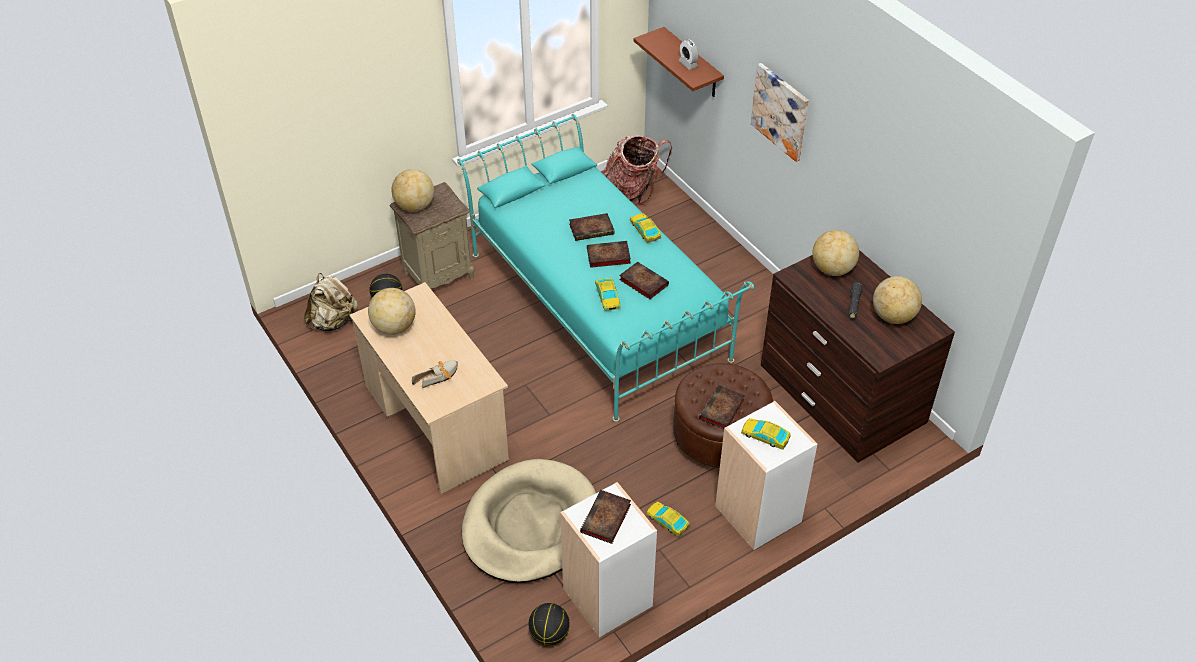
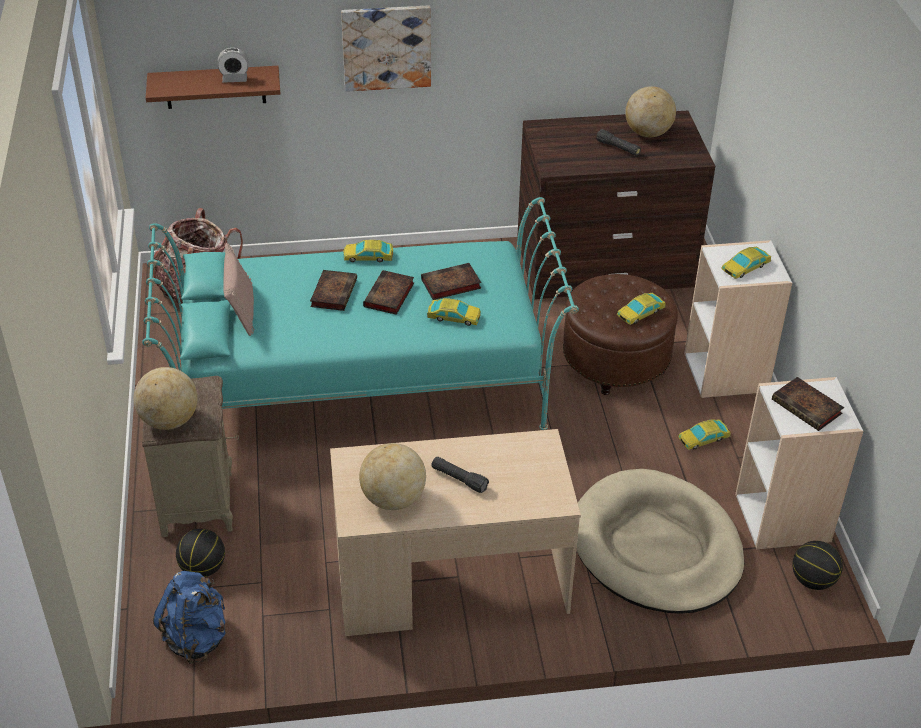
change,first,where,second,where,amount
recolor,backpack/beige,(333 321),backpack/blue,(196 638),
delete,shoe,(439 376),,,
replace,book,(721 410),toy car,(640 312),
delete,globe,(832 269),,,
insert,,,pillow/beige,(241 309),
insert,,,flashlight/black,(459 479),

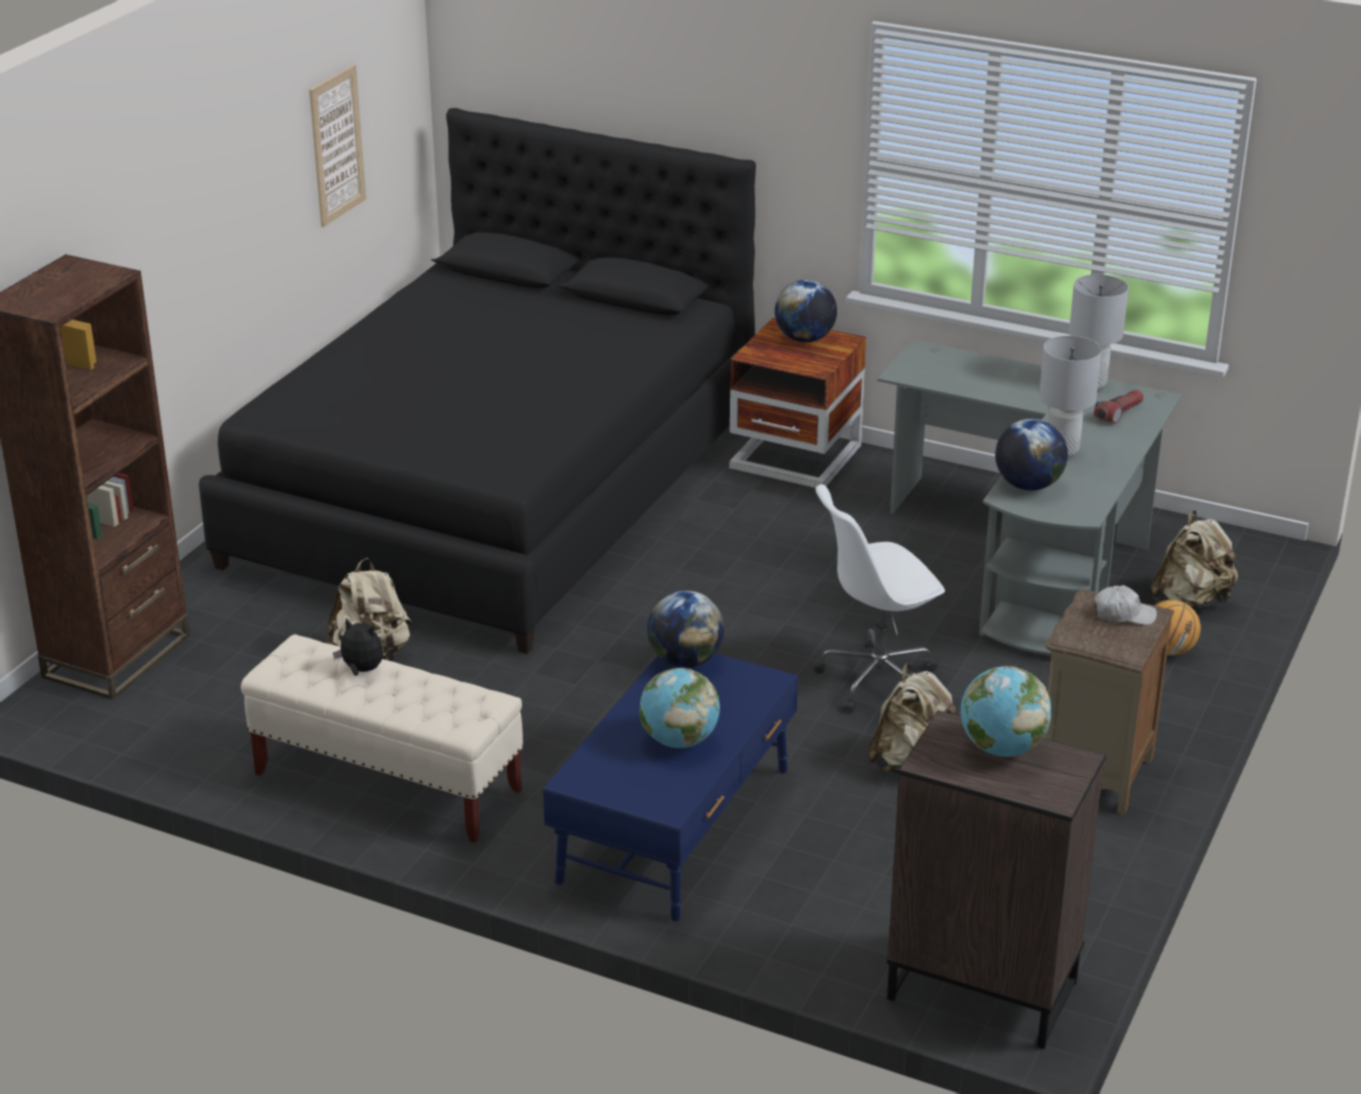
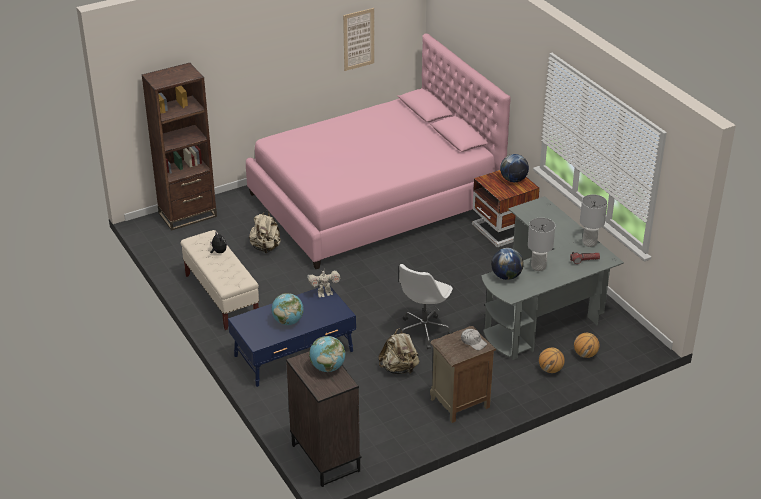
change,first,where,second,where,amount
recolor,bed/black,(497 491),bed/pink,(375 200),
replace,globe,(685 660),toy robot,(324 293),
rotate,office chair/white,(874 681),,(423 332),75 degrees counterclockwise
replace,backpack/beige,(1190 602),basketball,(585 354),

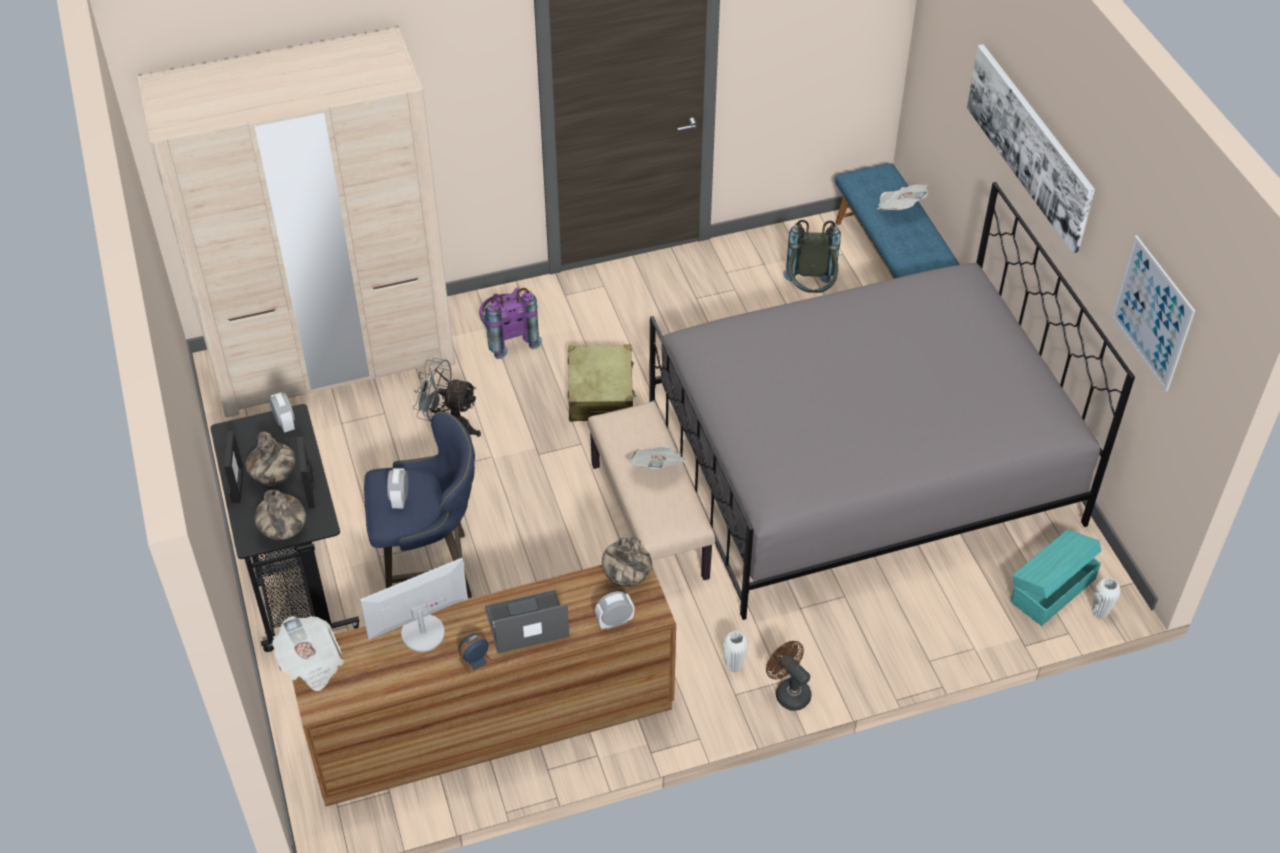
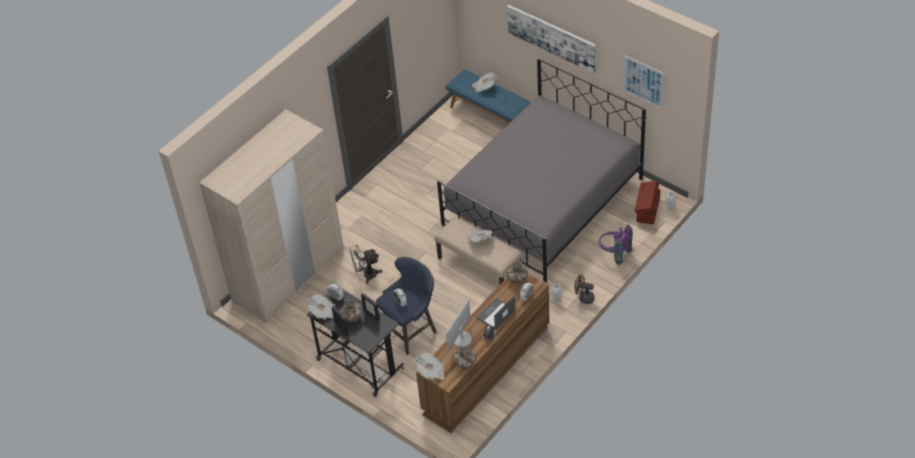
change,first,where,second,where,amount
move,vase,(283 531),,(465 364),
move,backpack/purple,(508 338),,(614 253),
delete,suitcase/beige,(600 393),,,
delete,backpack/grey,(810 291),,,
recolor,storage box/turquoise,(1051 590),storage box/brown,(647 209),
insert,,,newspaper,(323 312),

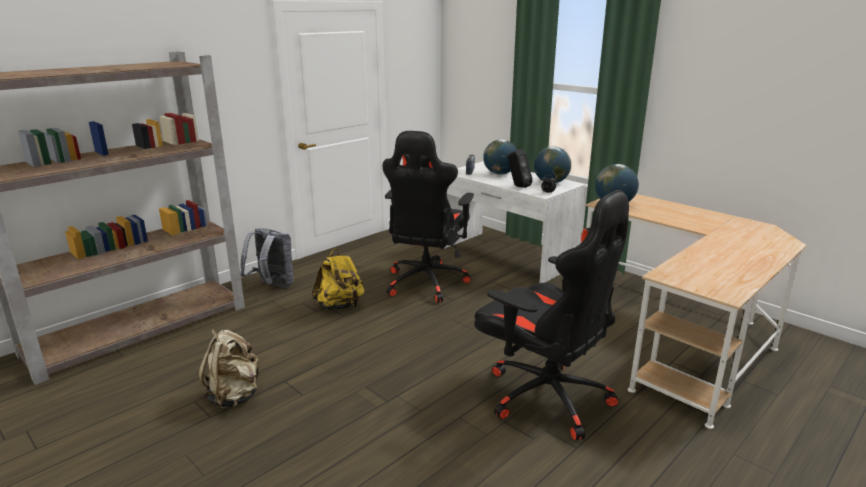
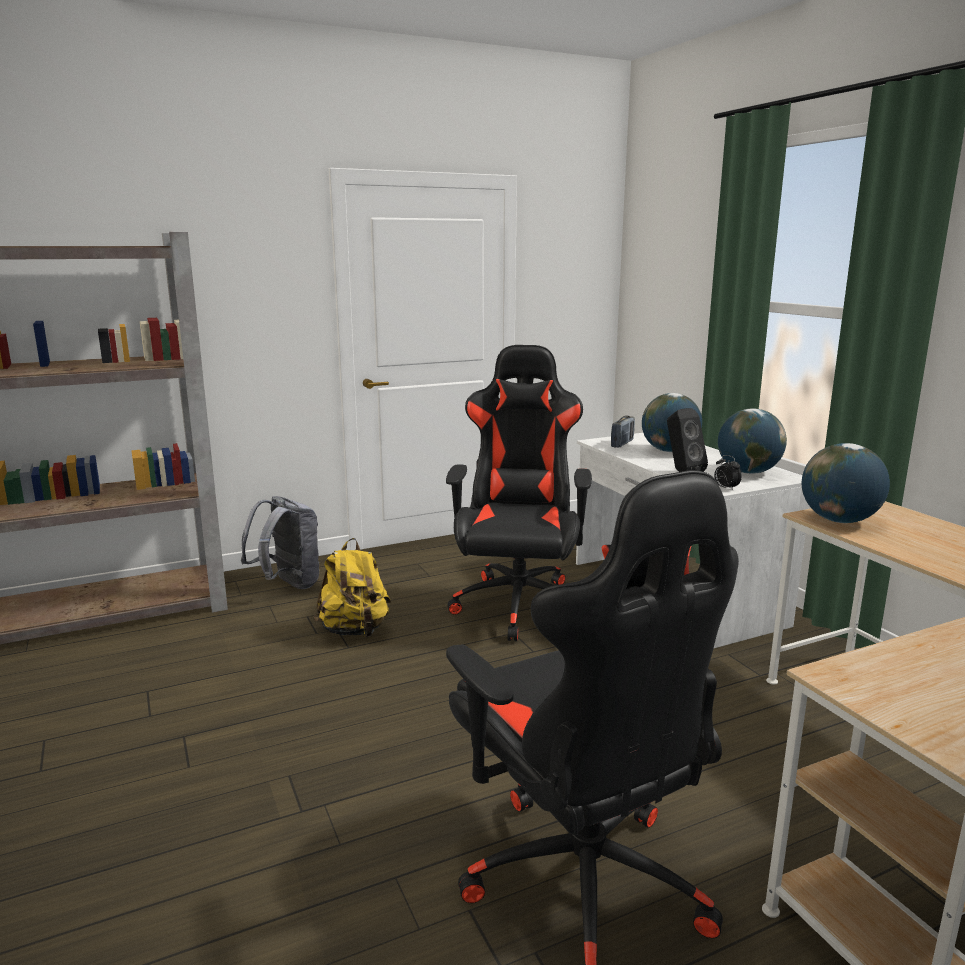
change,first,where,second,where,amount
delete,backpack/beige,(235 396),,,
rotate,office chair/black,(428 279),,(517 611),150 degrees clockwise

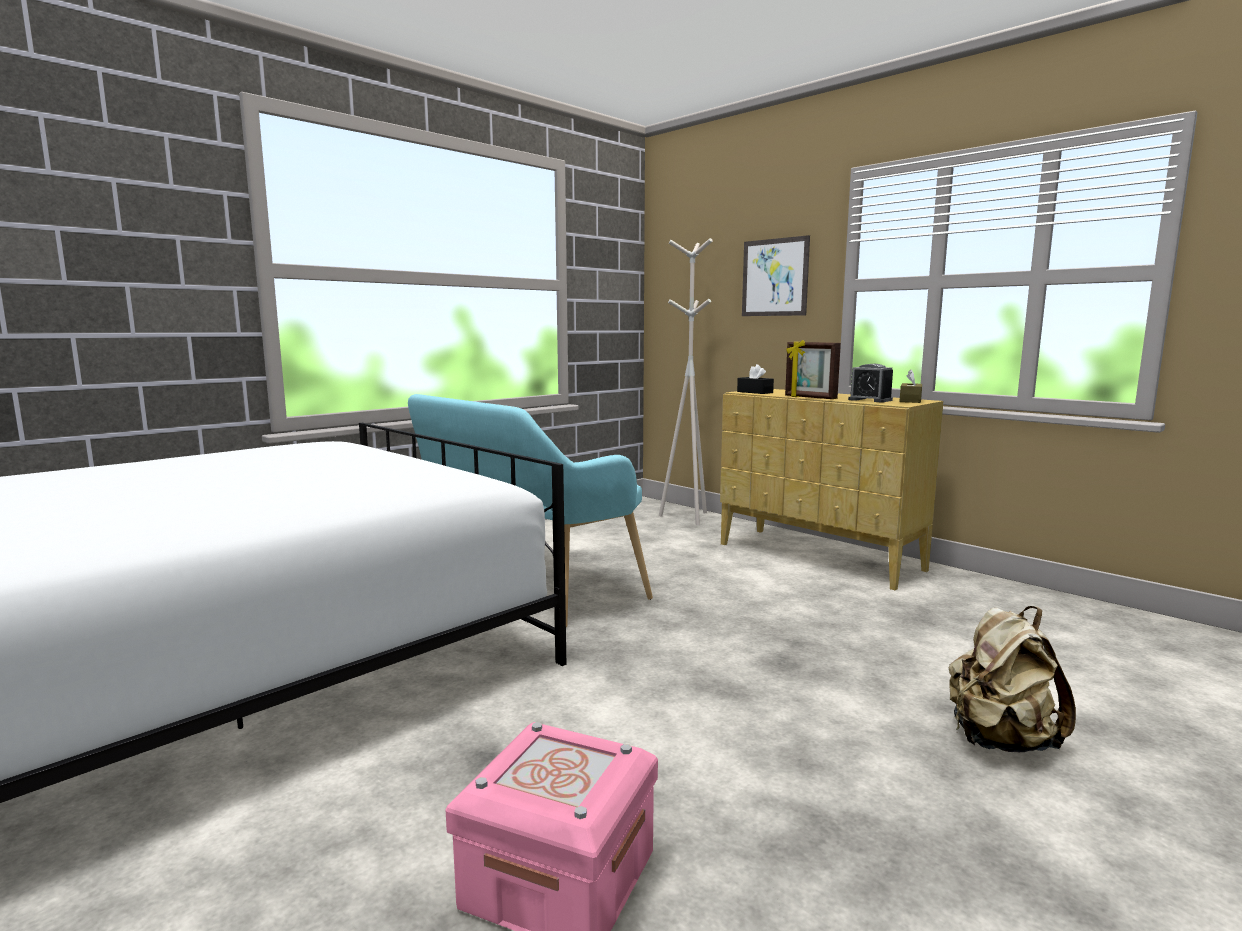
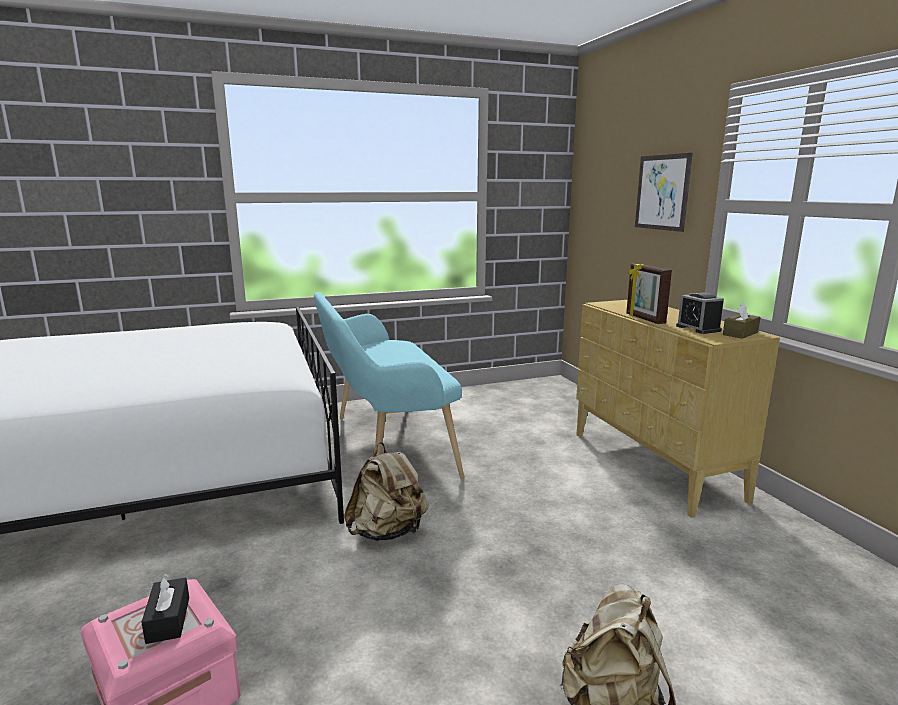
change,first,where,second,where,amount
delete,clothes rack/grey,(688 518),,,
move,tissue box/black,(755 392),,(168 619),
insert,,,backpack/beige,(388 532),

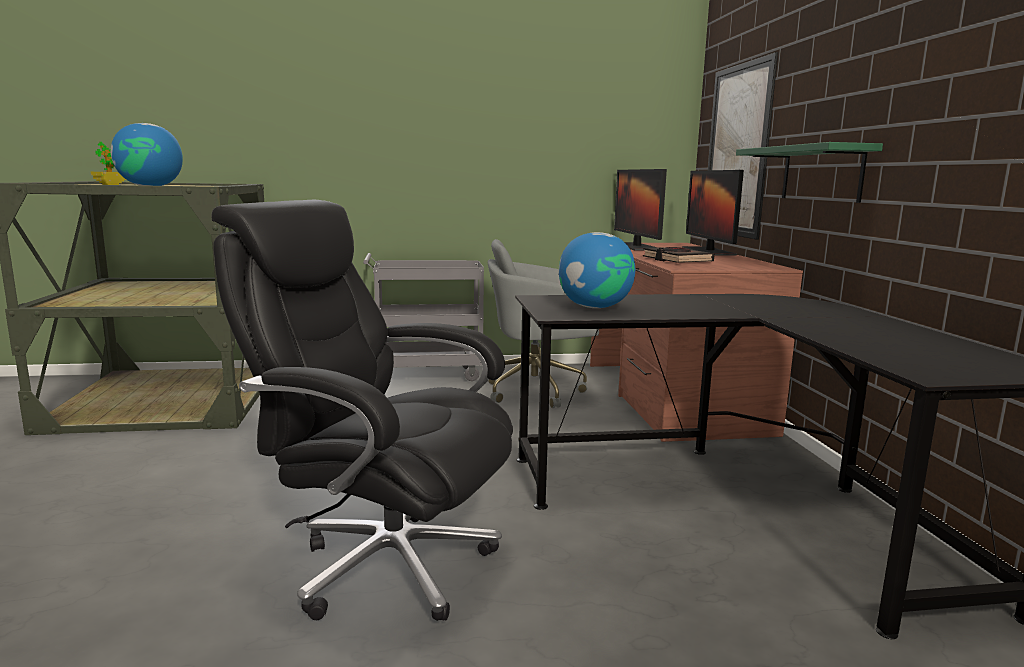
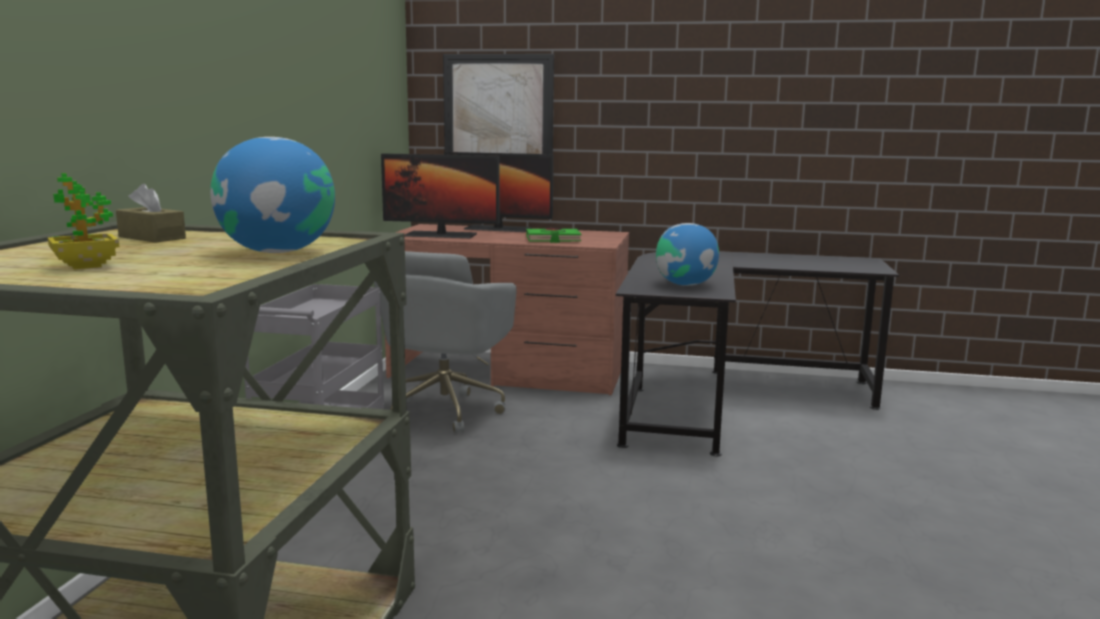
change,first,where,second,where,amount
delete,office chair/black,(383 564),,,
recolor,book/black,(676 260),book/green,(553 240),
delete,shelf/green,(821 174),,,
insert,,,tissue box/brown,(152 237),

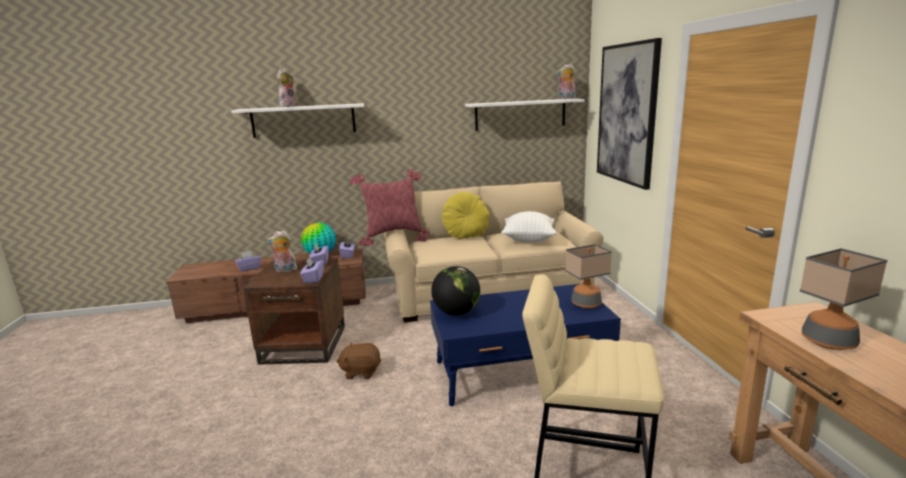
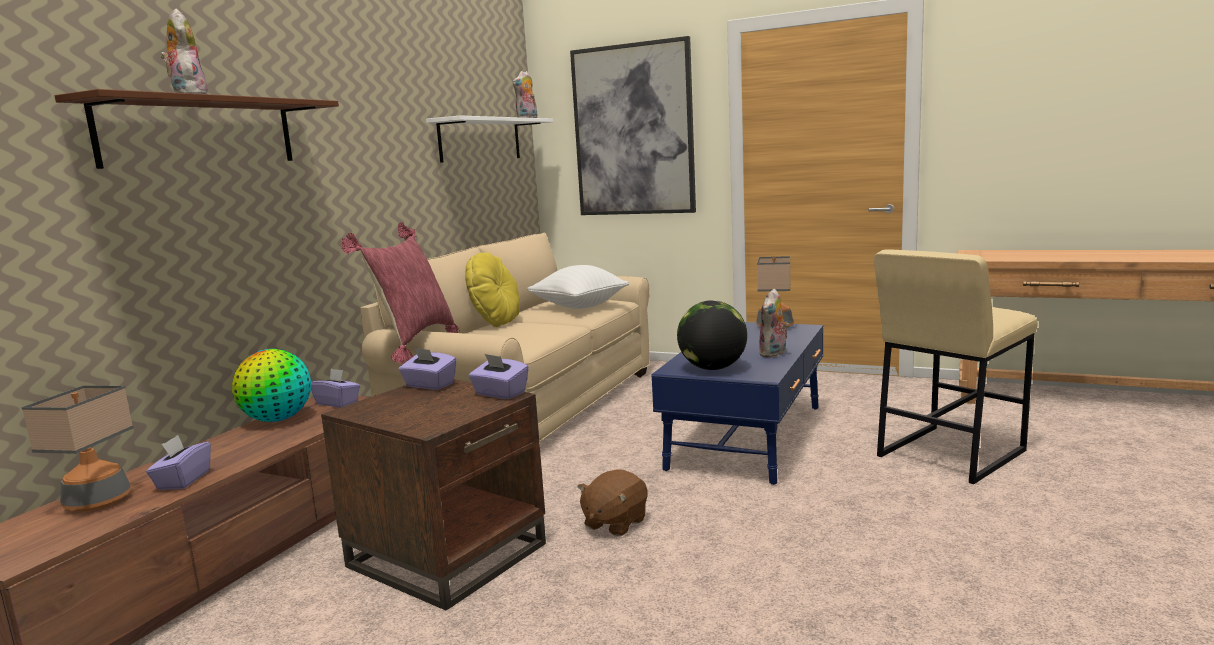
change,first,where,second,where,amount
recolor,shelf/white,(303 120),shelf/brown,(200 132),
move,plush toy,(285 270),,(774 354),
move,table lamp,(828 341),,(98 502),

